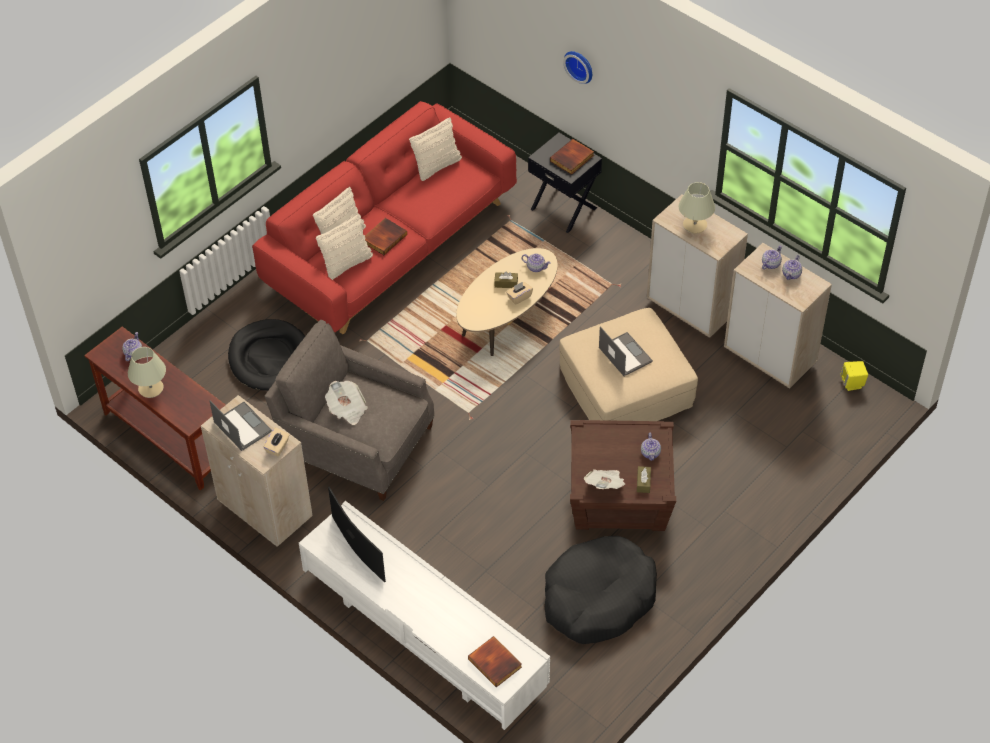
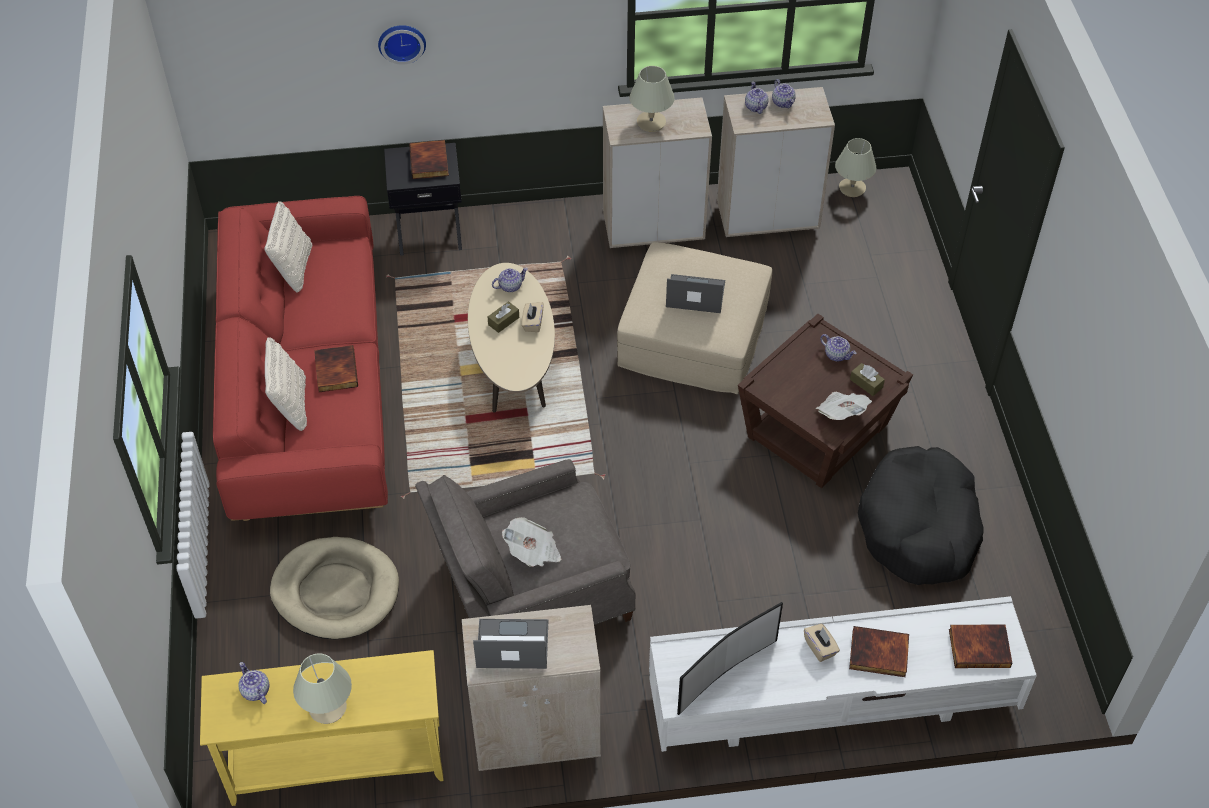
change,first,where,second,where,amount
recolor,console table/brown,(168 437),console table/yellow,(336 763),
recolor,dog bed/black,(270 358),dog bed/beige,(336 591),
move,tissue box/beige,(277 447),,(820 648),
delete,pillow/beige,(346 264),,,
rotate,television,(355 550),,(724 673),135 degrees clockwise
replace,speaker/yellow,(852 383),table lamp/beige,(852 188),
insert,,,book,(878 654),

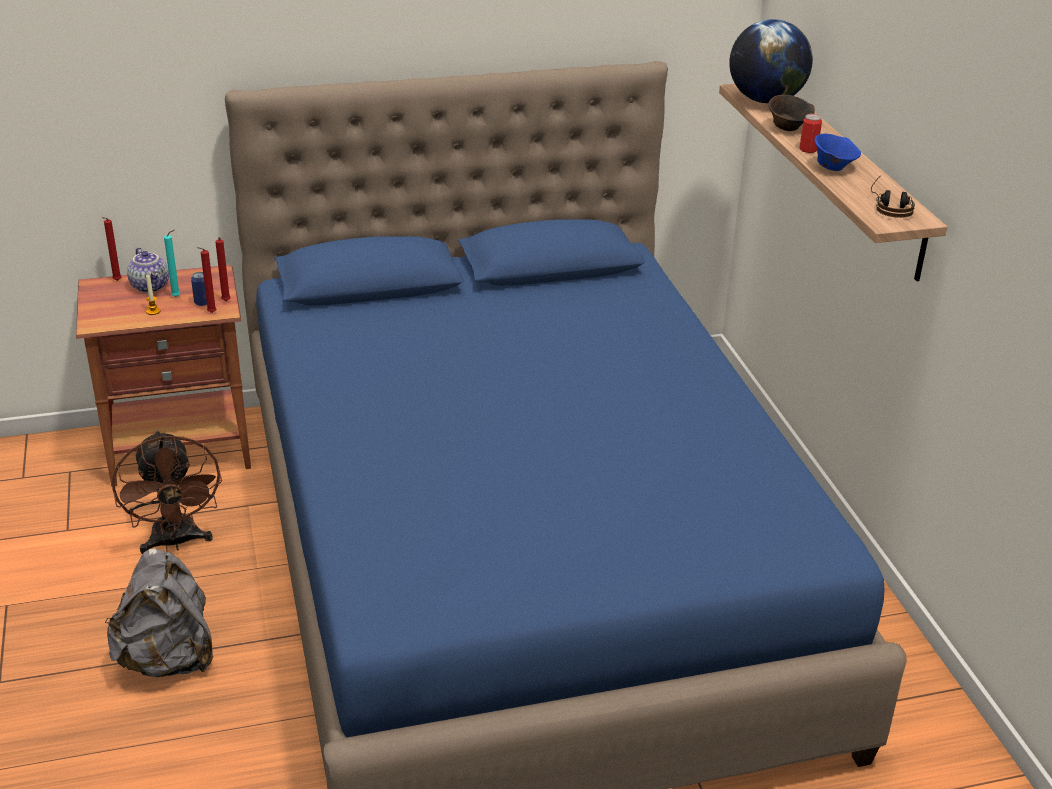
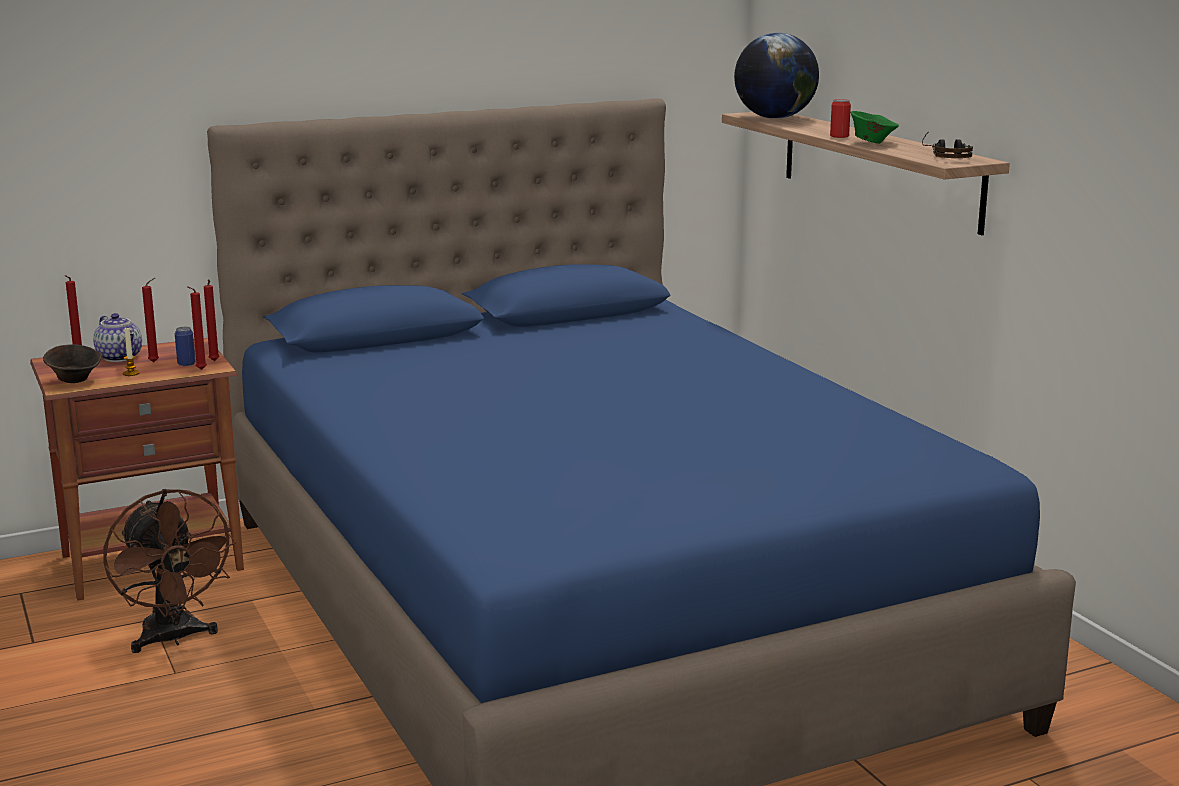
change,first,where,second,where,amount
delete,backpack/grey,(168 659),,,
recolor,candle/turquoise,(177 297),candle/red,(155 362),
move,bowl/brown,(788 128),,(75 380),
recolor,bowl/blue,(833 167),bowl/green,(872 142),

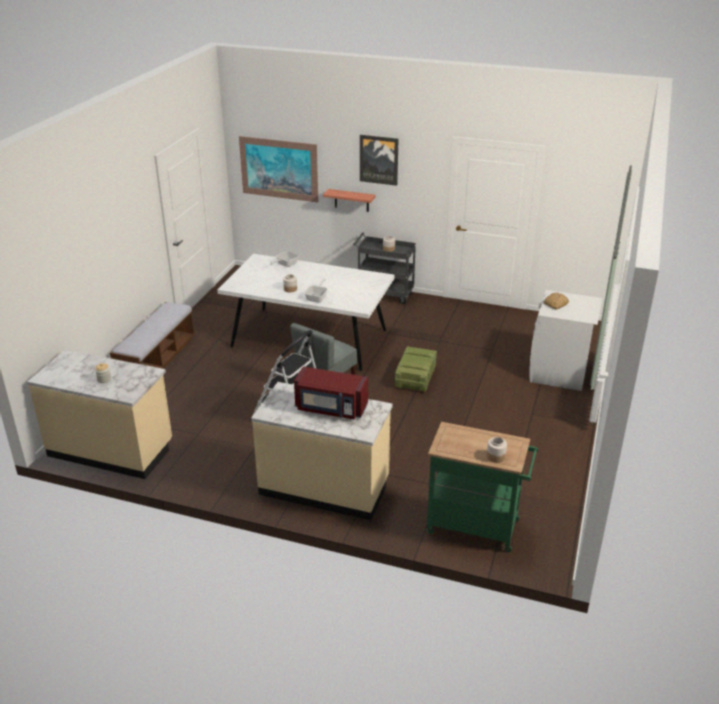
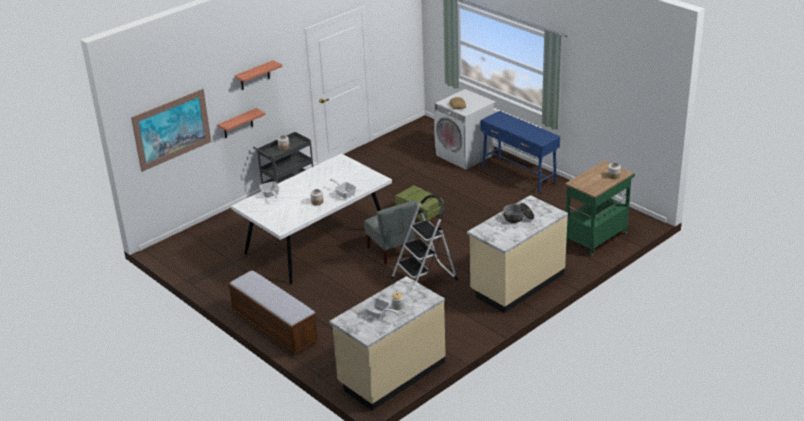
change,first,where,second,where,amount
replace,microwave/red,(331 408),cooking pot,(518 218),
replace,picture,(379 159),shelf,(254 75),
insert,,,frying pan,(379 314),
insert,,,console table/blue,(518 175),

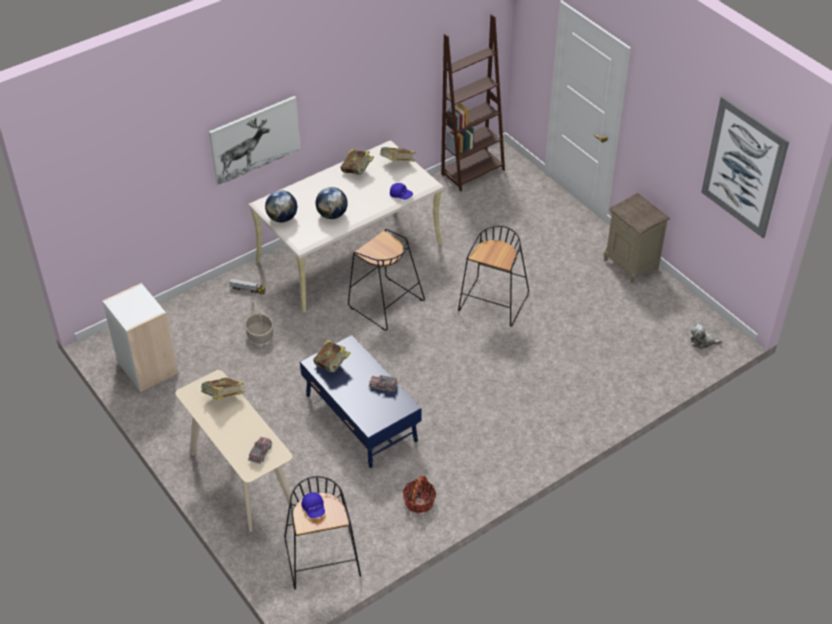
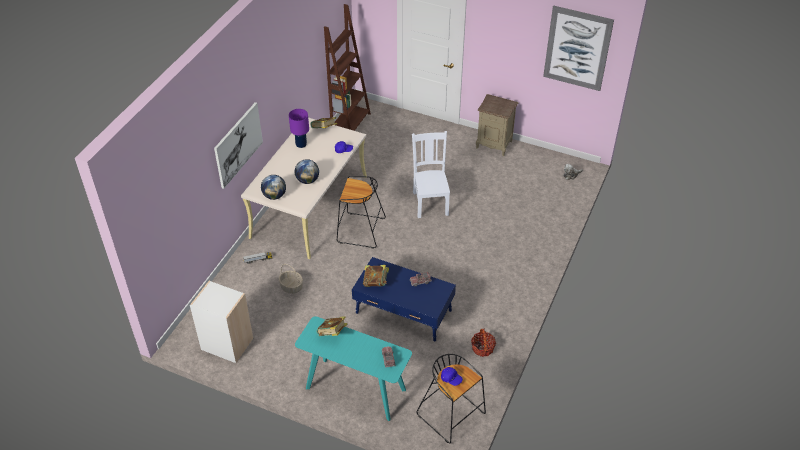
change,first,where,second,where,amount
recolor,console table/beige,(240 479),console table/turquoise,(355 389),
replace,book,(357 171),table lamp/purple,(301 145),
replace,stool/black,(493 304),chair/white,(430 202),

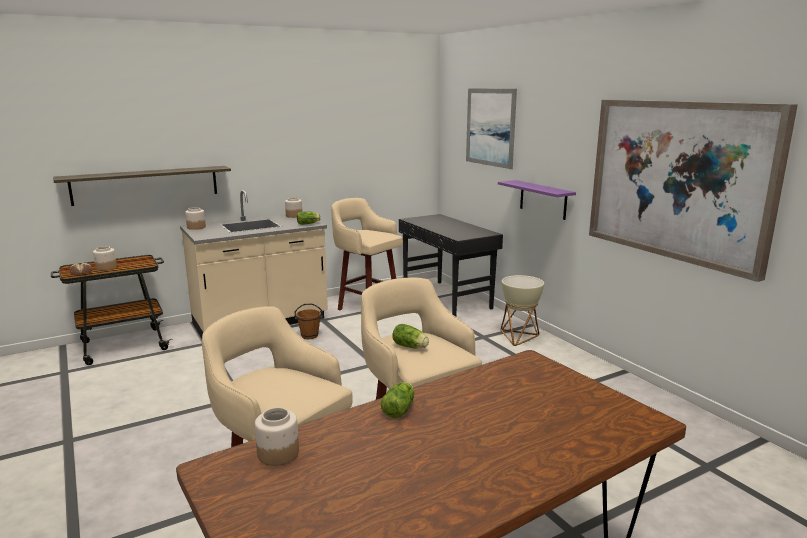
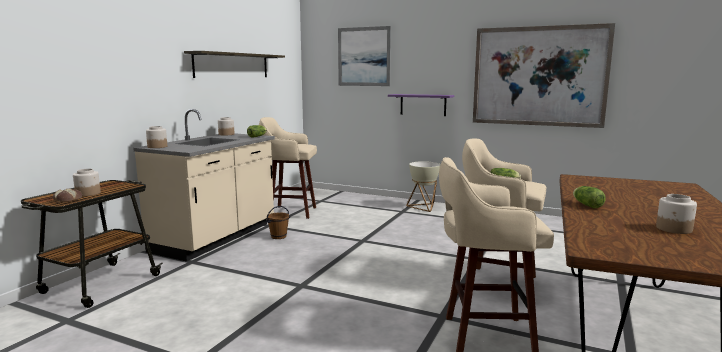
change,first,where,second,where,amount
move,shelf,(146 185),,(232 65),
move,jar,(277 454),,(674 229),
delete,console table/black,(447 299),,,

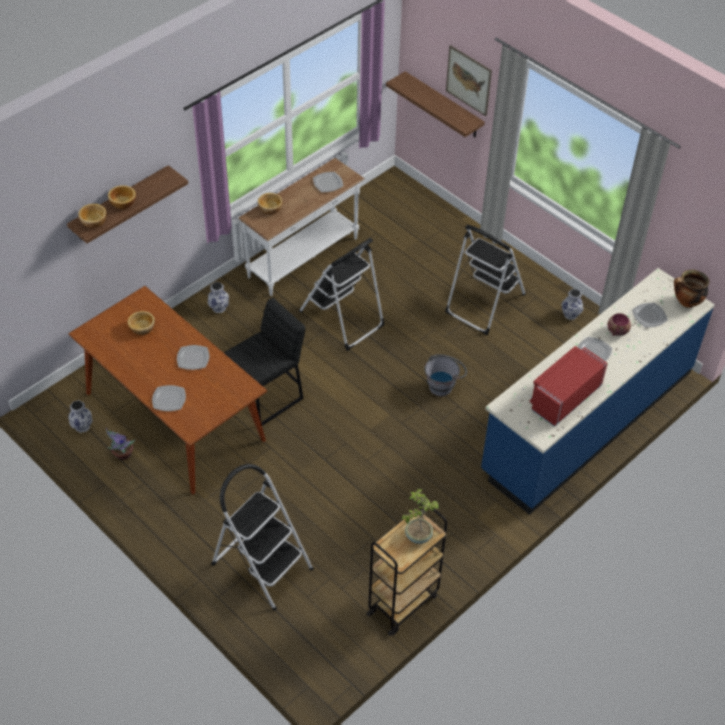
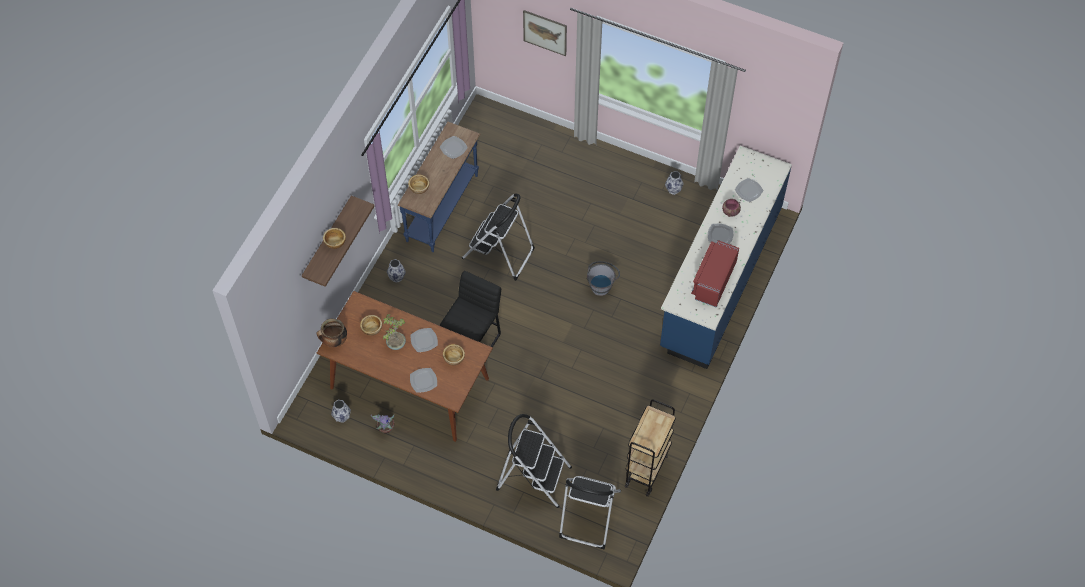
change,first,where,second,where,amount
move,bowl,(94 222),,(454 358),
recolor,console table/white,(304 258),console table/blue,(443 208),
delete,shelf,(443 105),,,
move,potted plant,(417 535),,(395 343),
move,step ladder,(483 304),,(588 515),
move,cooking pot,(686 302),,(334 341),

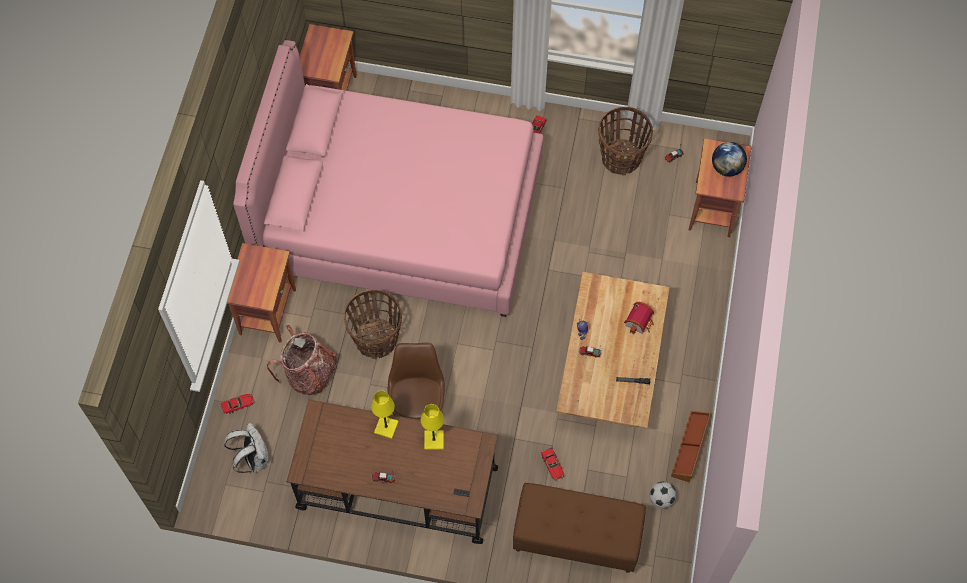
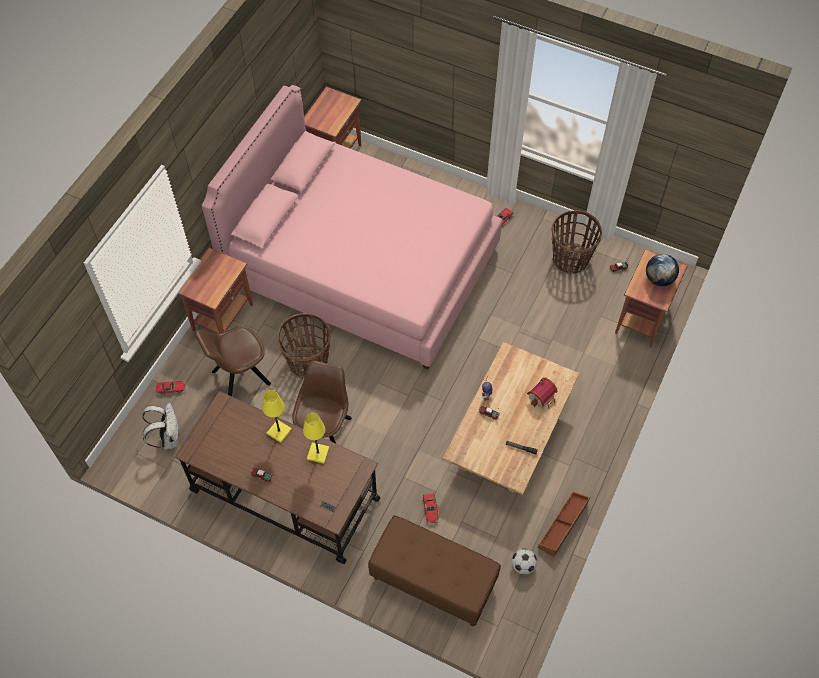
change,first,where,second,where,amount
replace,backpack,(309 374),chair/brown,(240 377),

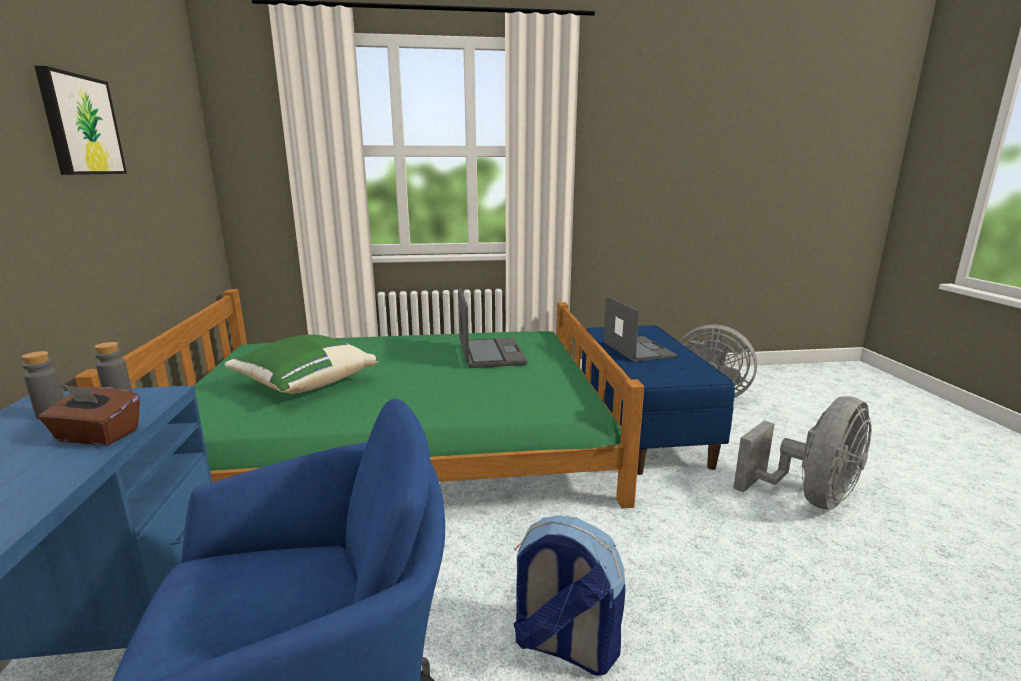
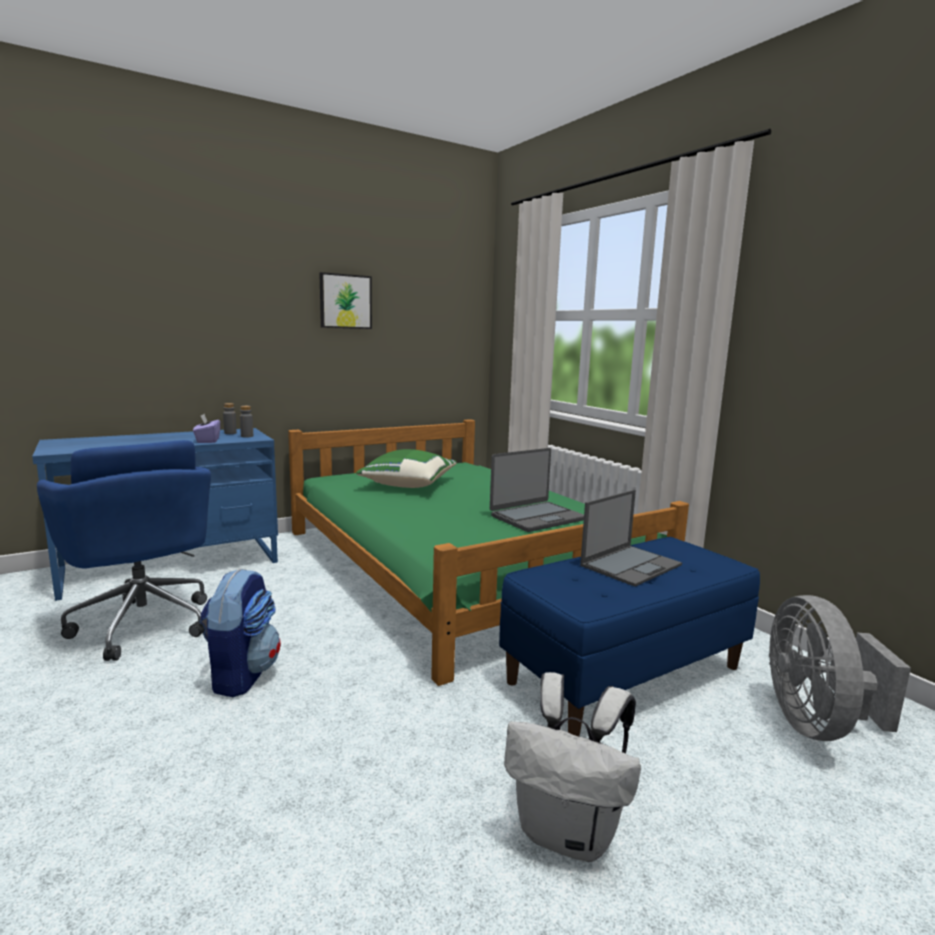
change,first,where,second,where,amount
recolor,tissue box/brown,(97 436),tissue box/purple,(207 440),
replace,fan/grey,(809 497),backpack/white,(568 833),

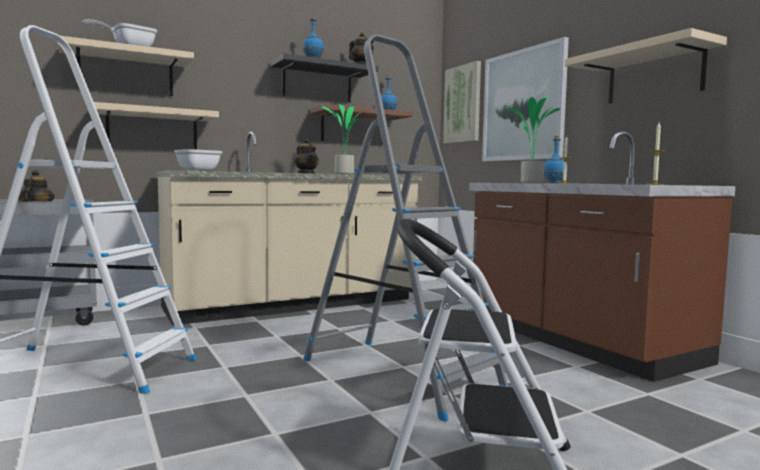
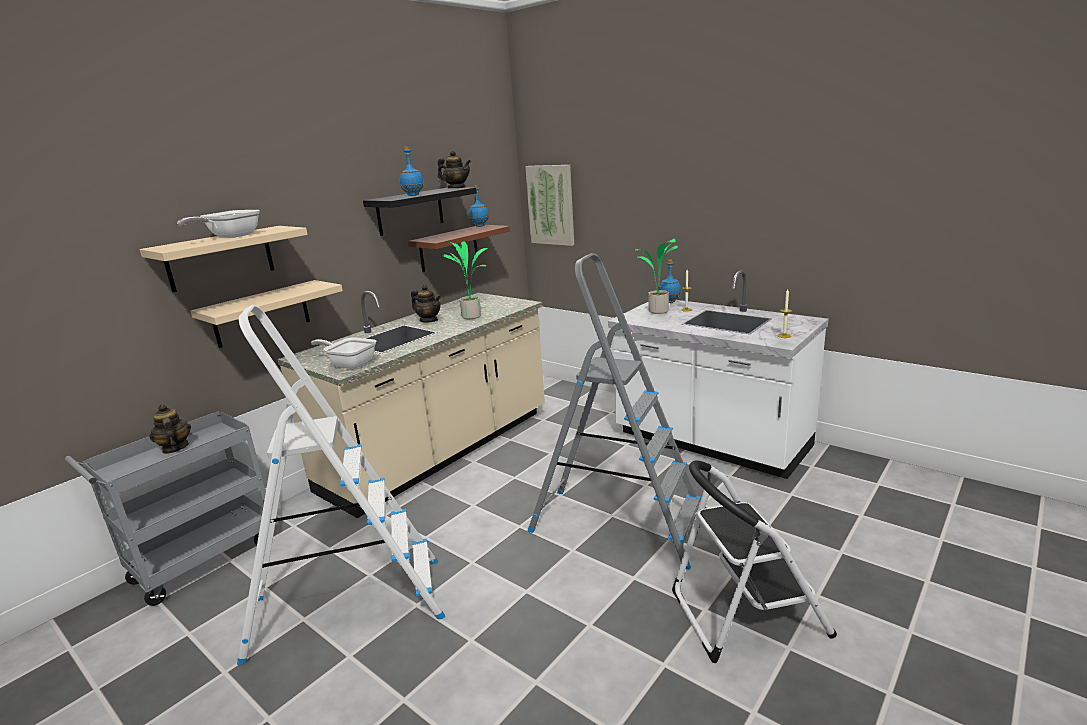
change,first,where,second,where,amount
recolor,counter/brown,(577 341),counter/white,(710 441),
delete,picture,(523 105),,,
delete,shelf/beige,(654 75),,,

